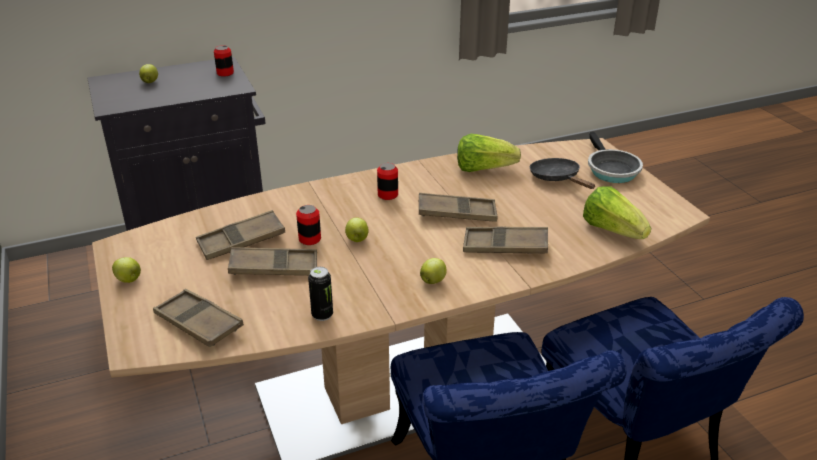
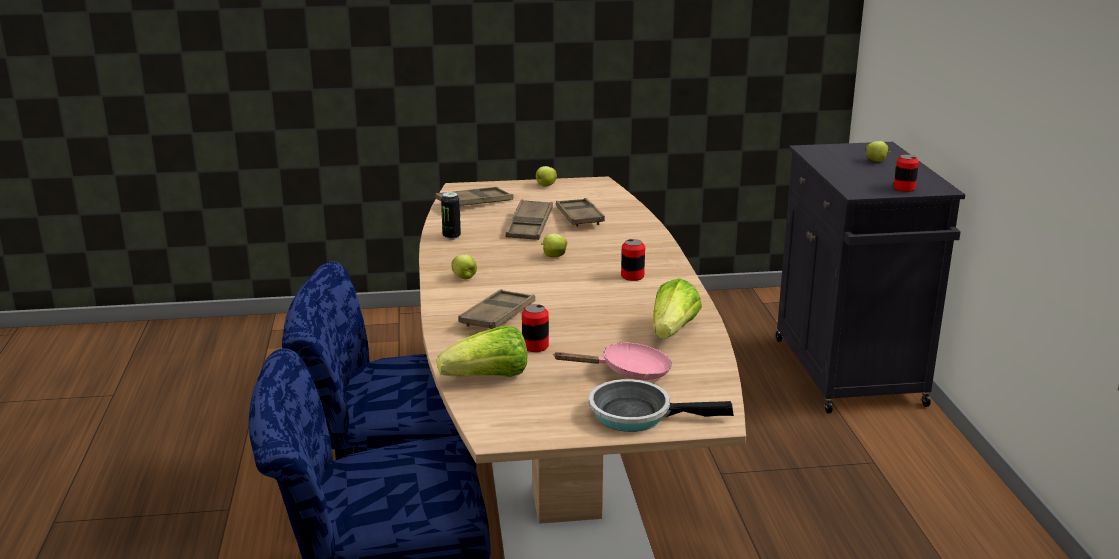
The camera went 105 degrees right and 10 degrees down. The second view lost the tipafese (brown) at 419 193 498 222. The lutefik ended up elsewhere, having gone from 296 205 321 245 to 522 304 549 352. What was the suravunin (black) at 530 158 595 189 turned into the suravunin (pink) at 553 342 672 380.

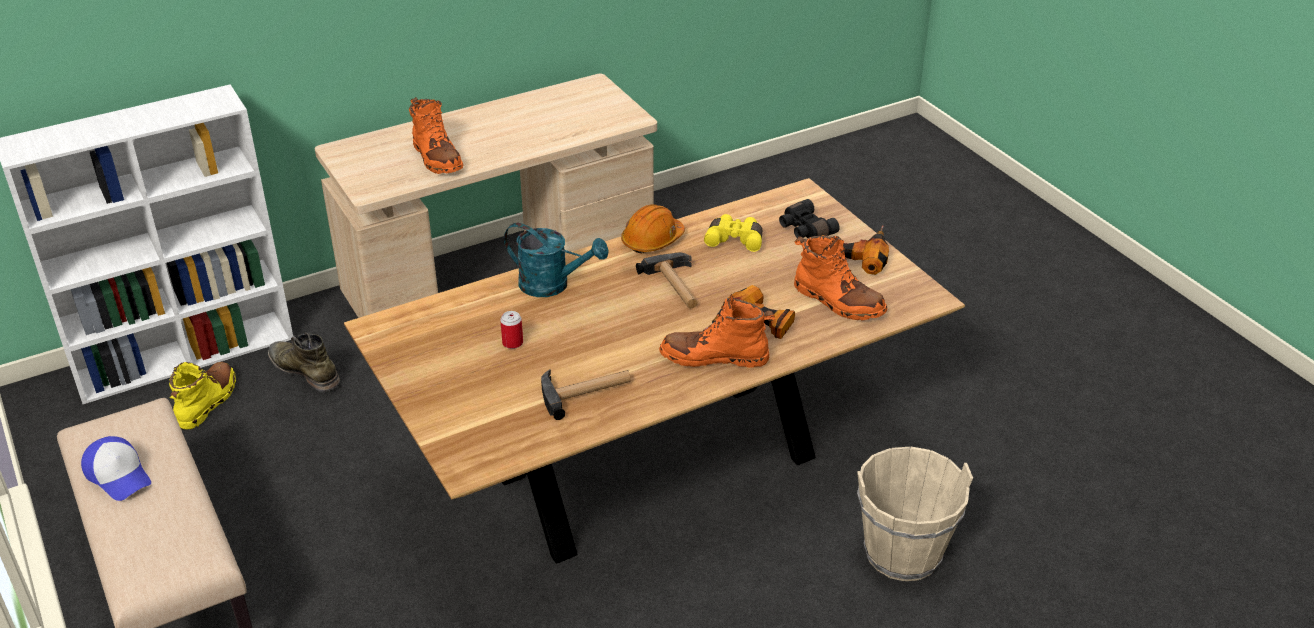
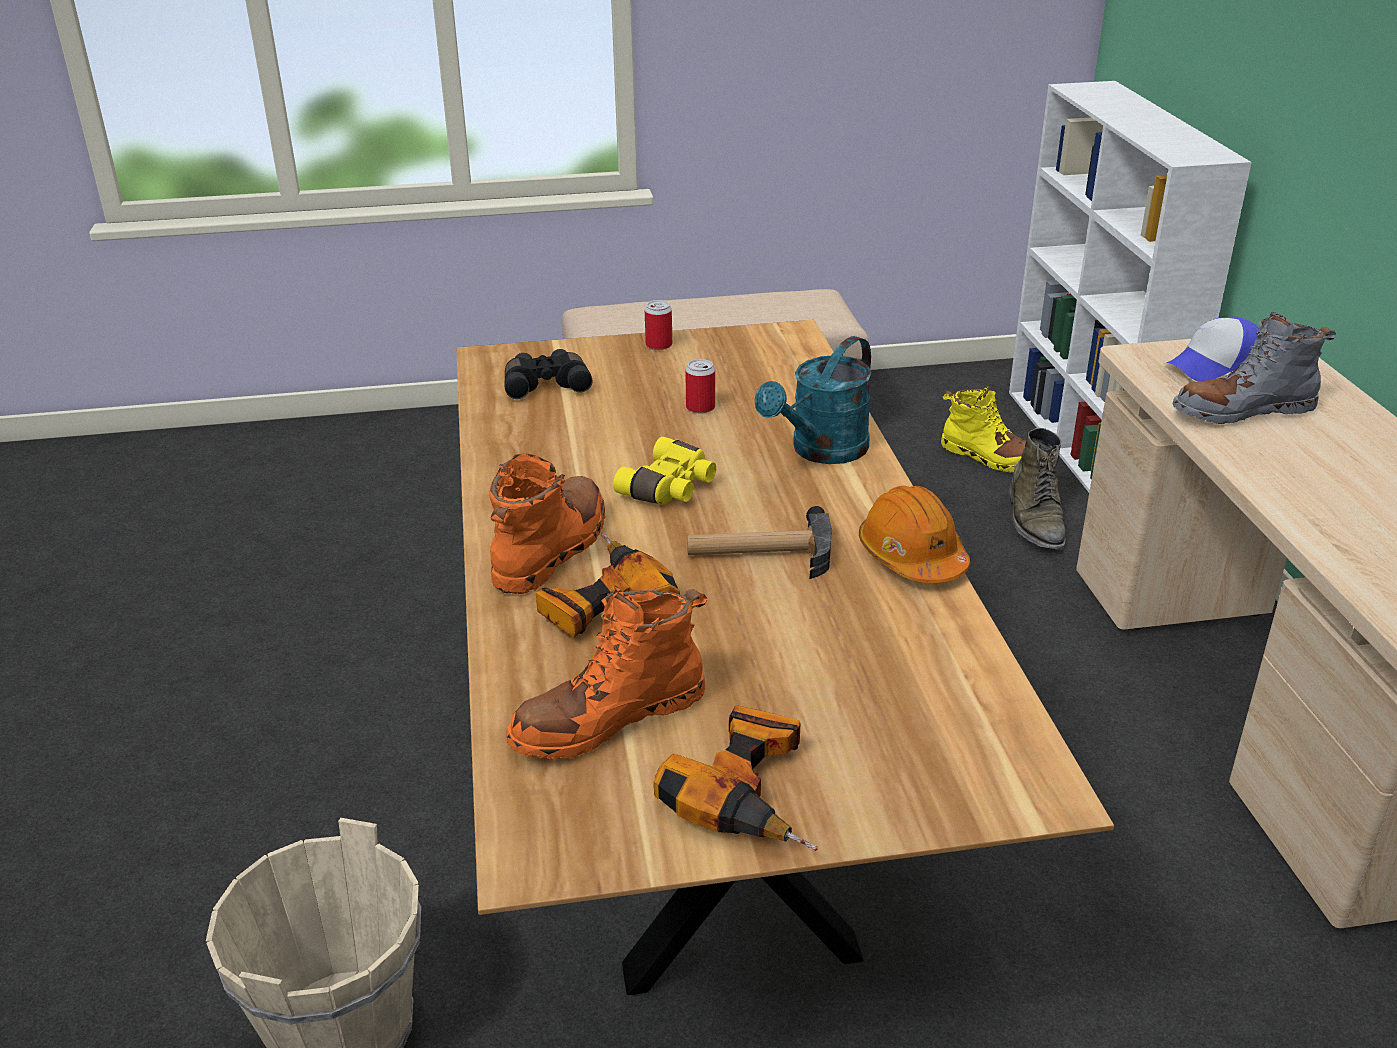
The camera went 110 degrees right and 5 degrees down. The second view lost the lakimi at 541 369 630 420. The second view gained the lutefik at 645 300 672 350. The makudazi ended up elsewhere, having gone from 81 436 151 501 to 1167 317 1259 381. The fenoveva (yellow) ended up elsewhere, having gone from 704 214 762 252 to 613 437 716 504. The fenoveva (black) ended up elsewhere, having gone from 779 199 840 238 to 504 349 592 399. What was the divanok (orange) at 409 97 463 174 turned into the divanok (grey) at 1172 312 1336 424. The divanok (green) at 268 333 340 392 ended up facing another way, 120 degrees clockwise from before.

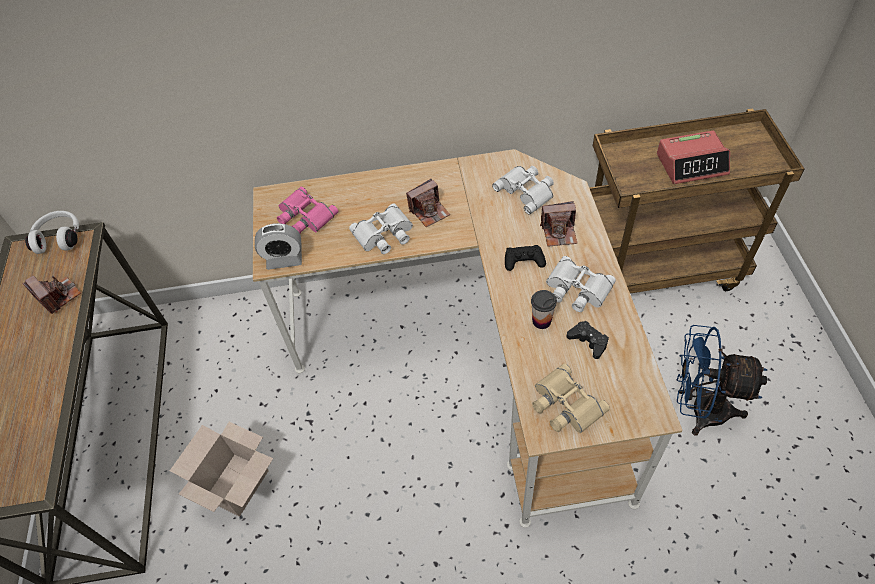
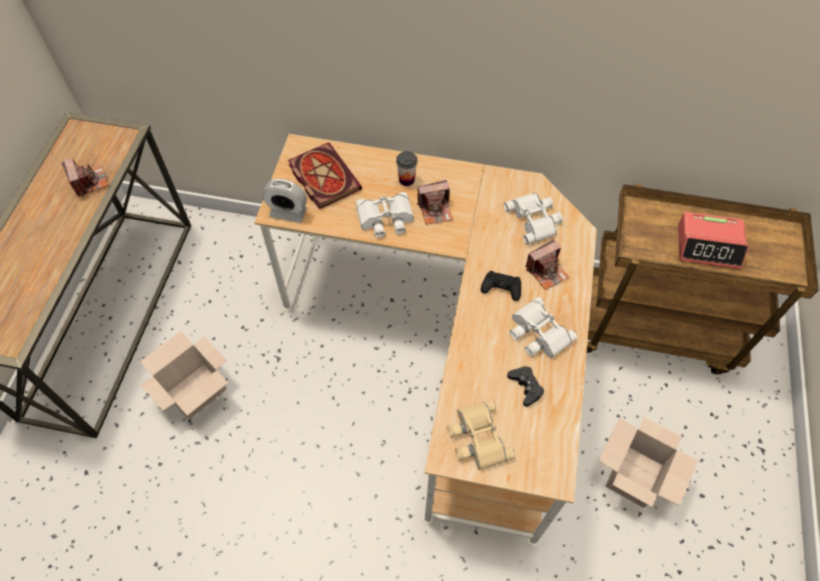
The camera went 15 degrees right and 5 degrees up. The second view lost the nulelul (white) at 25 211 79 254. The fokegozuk ended up elsewhere, having gone from 531 290 557 329 to 396 151 418 186. Where the fenoveva (pink) stood at 277 187 339 233, the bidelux came to stand at 288 142 362 209. Where the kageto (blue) stood at 677 325 767 435, the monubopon came to stand at 599 417 698 508. The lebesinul at 540 201 577 247 ended up facing another way, 45 degrees counterclockwise from before.

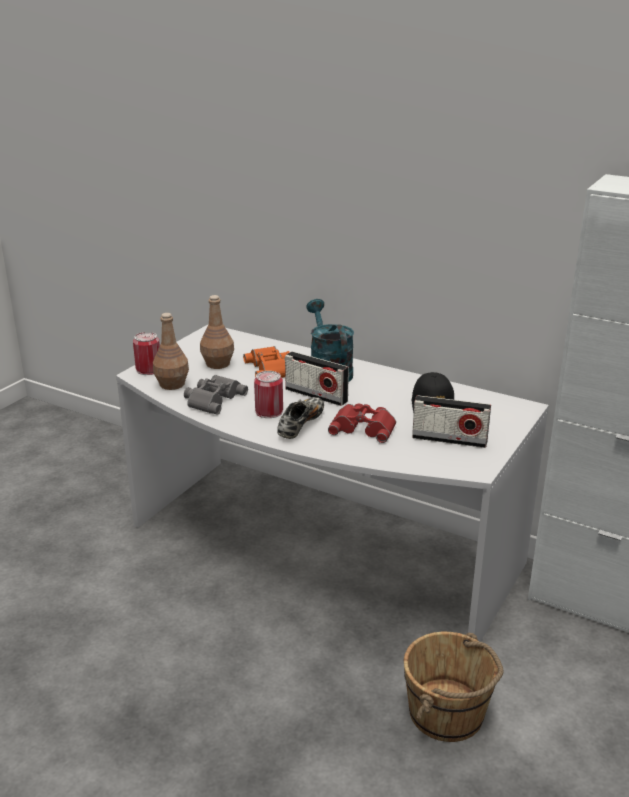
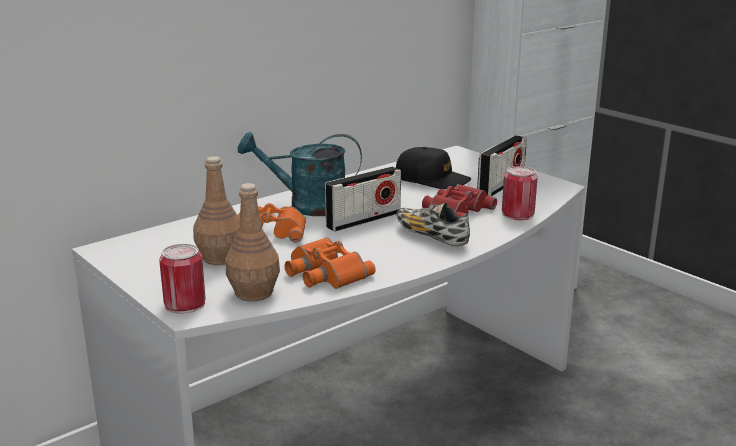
The camera went 70 degrees left and 5 degrees down. The second view lost the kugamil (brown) at 404 632 504 742. The lutefik ended up elsewhere, having gone from 254 371 283 418 to 502 166 538 220. What was the fenoveva (grey) at 184 375 248 415 turned into the fenoveva (orange) at 285 237 376 289.

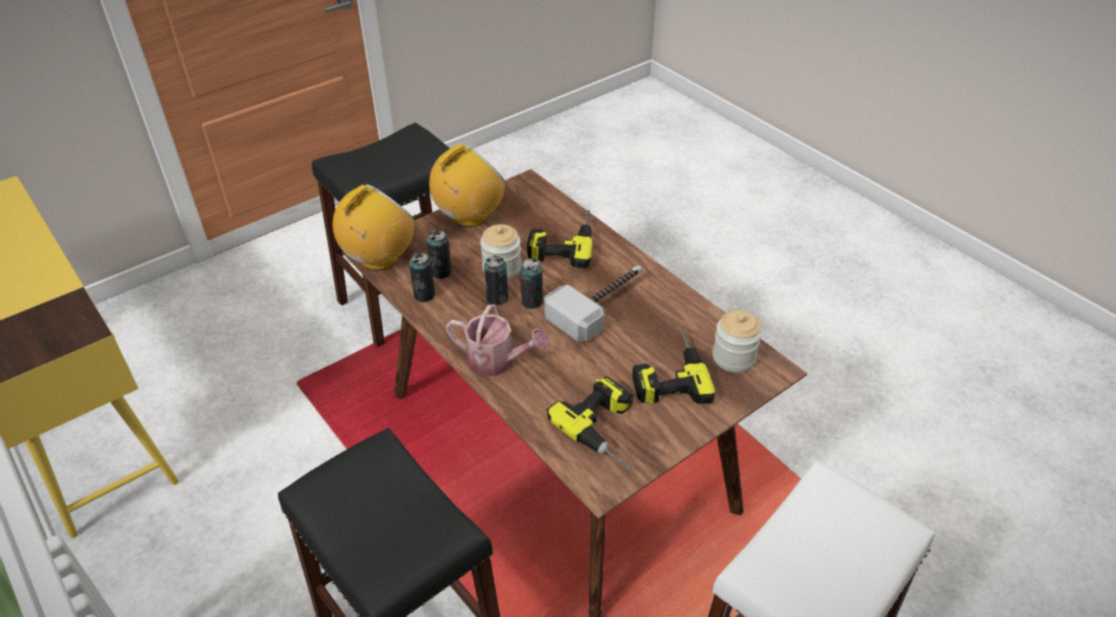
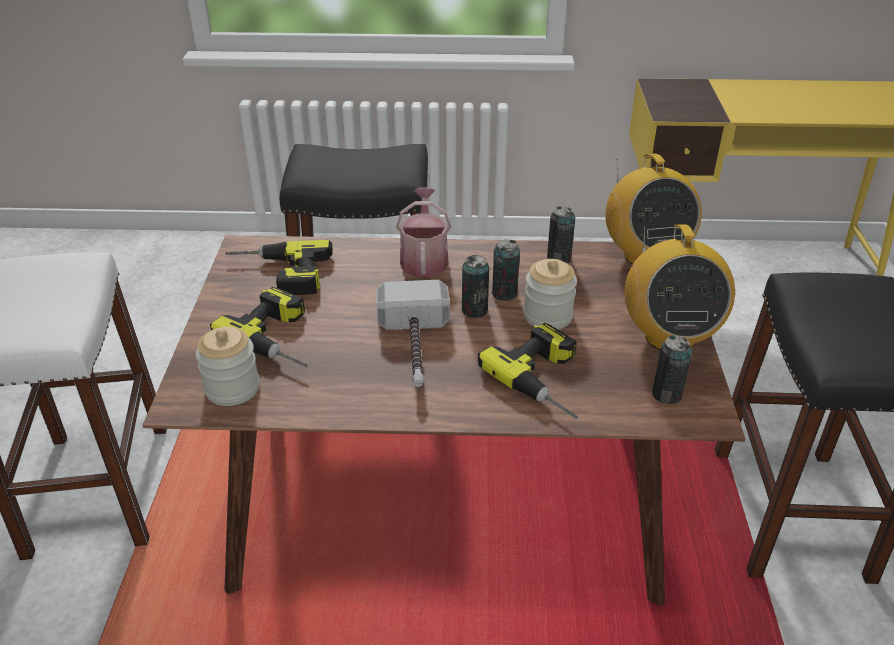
The camera went 130 degrees right and 5 degrees down. The lutefik ended up elsewhere, having gone from 427 230 452 279 to 652 335 692 404. The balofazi at 446 304 549 376 ended up facing another way, 120 degrees clockwise from before.

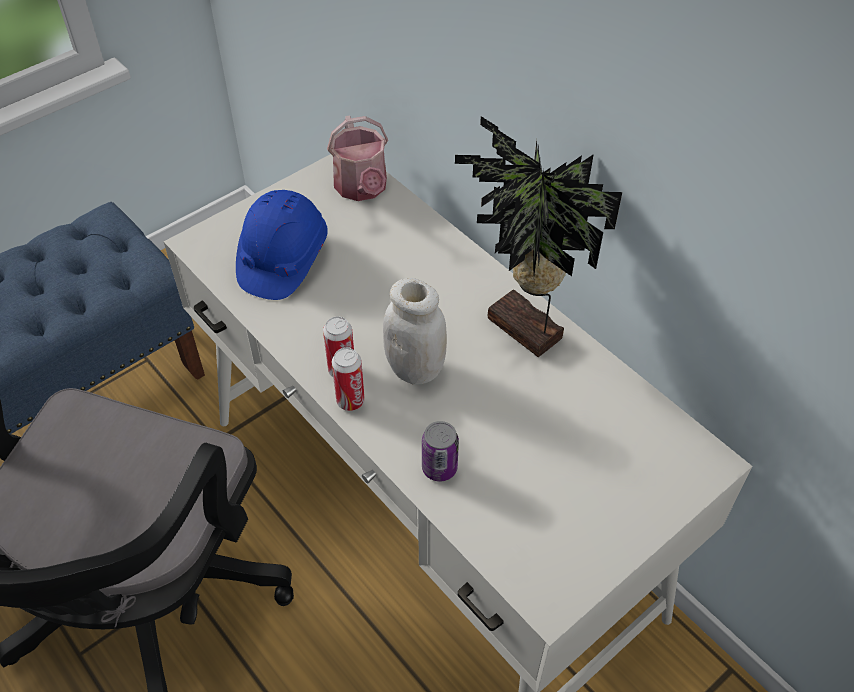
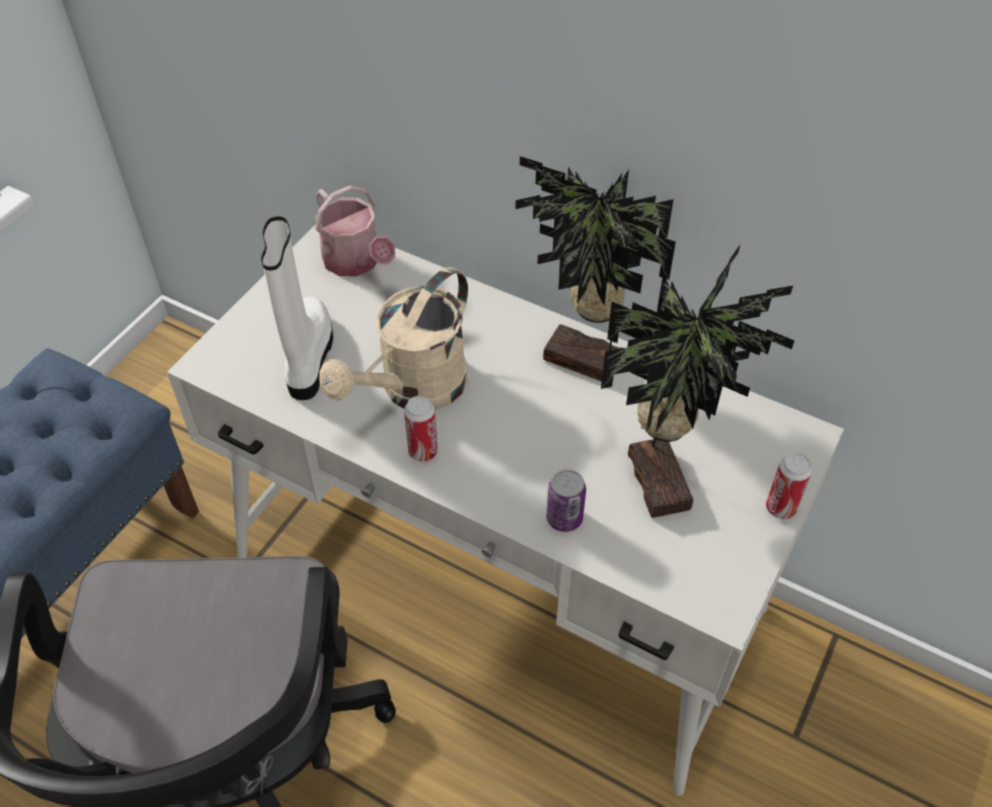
The camera went 20 degrees left and 0 degrees up. The second view lost the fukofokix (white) at 383 278 447 384. The second view gained the balofazi (beige) at 319 267 468 410. The second view gained the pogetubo at 601 245 794 518. The lutefik ended up elsewhere, having gone from 332 348 365 411 to 766 453 812 519. Where the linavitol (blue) stood at 236 190 328 300, the divanok (white) came to stand at 261 216 333 400.

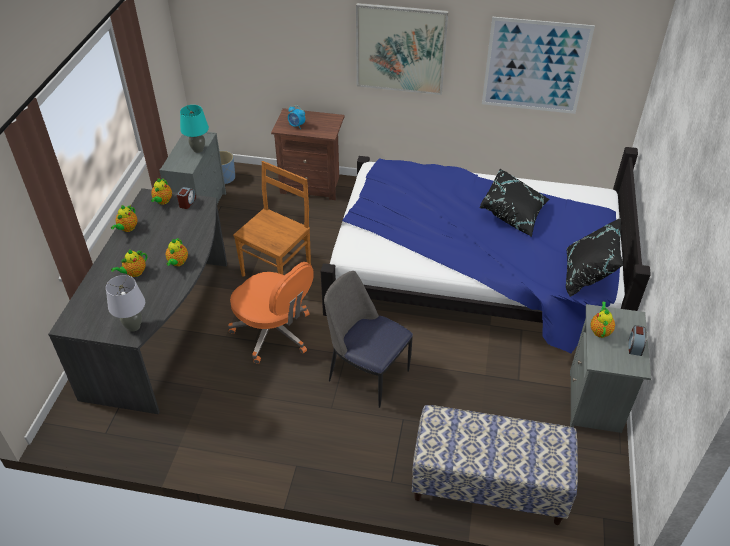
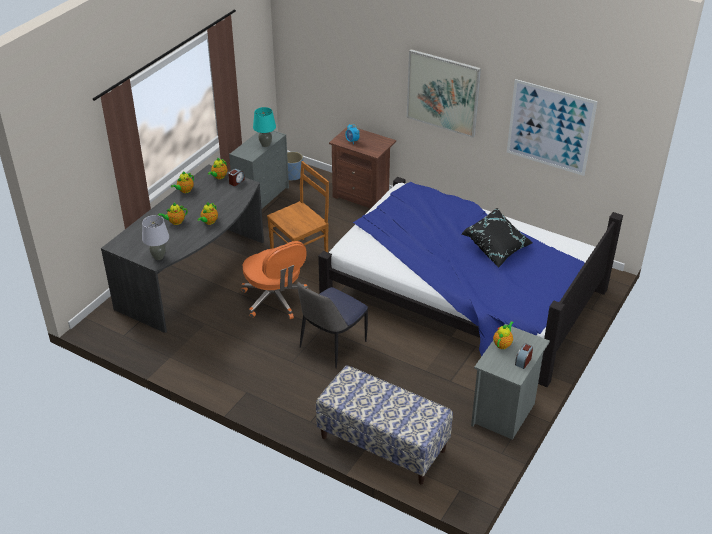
The camera went 20 degrees right and 5 degrees down. The second view lost the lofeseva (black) at 566 218 623 297. The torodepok at 324 271 413 408 ended up facing another way, 105 degrees counterclockwise from before.

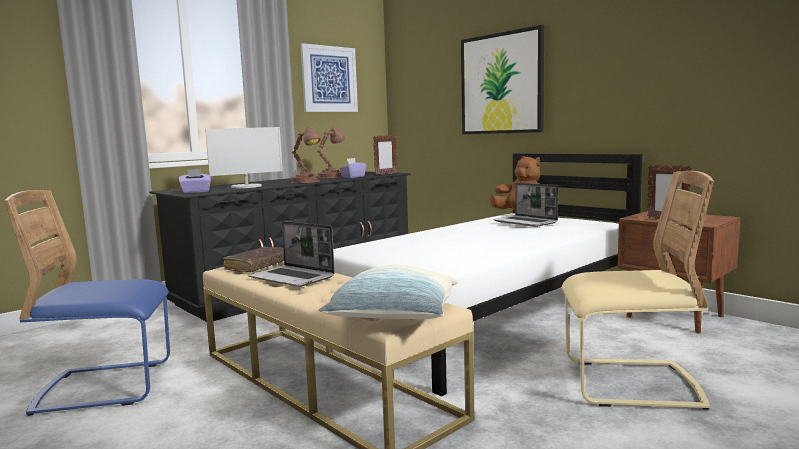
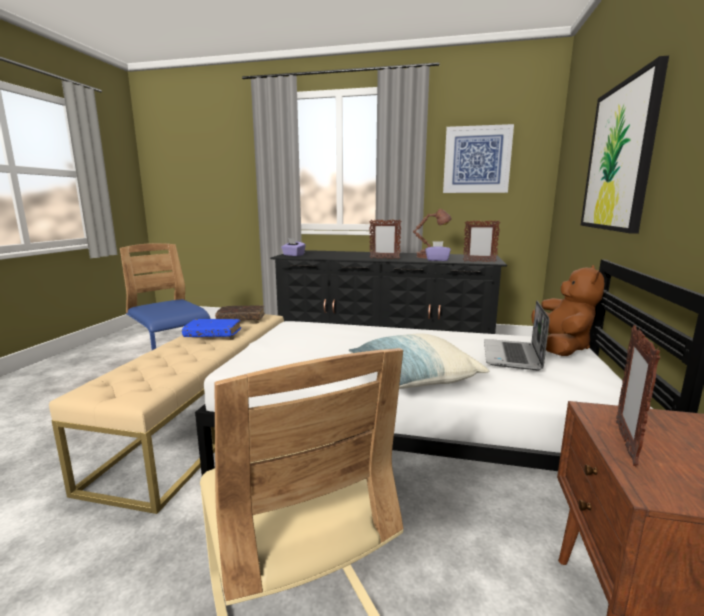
The camera went 55 degrees right and 5 degrees up. The second view lost the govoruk at 205 127 283 188. The lofeseva ended up elsewhere, having gone from 319 265 459 319 to 349 333 489 389. Where the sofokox stood at 248 221 335 287, the bidelux (blue) came to stand at 182 319 241 337. Where the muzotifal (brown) stood at 291 126 321 183, the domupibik came to stand at 369 219 401 259.

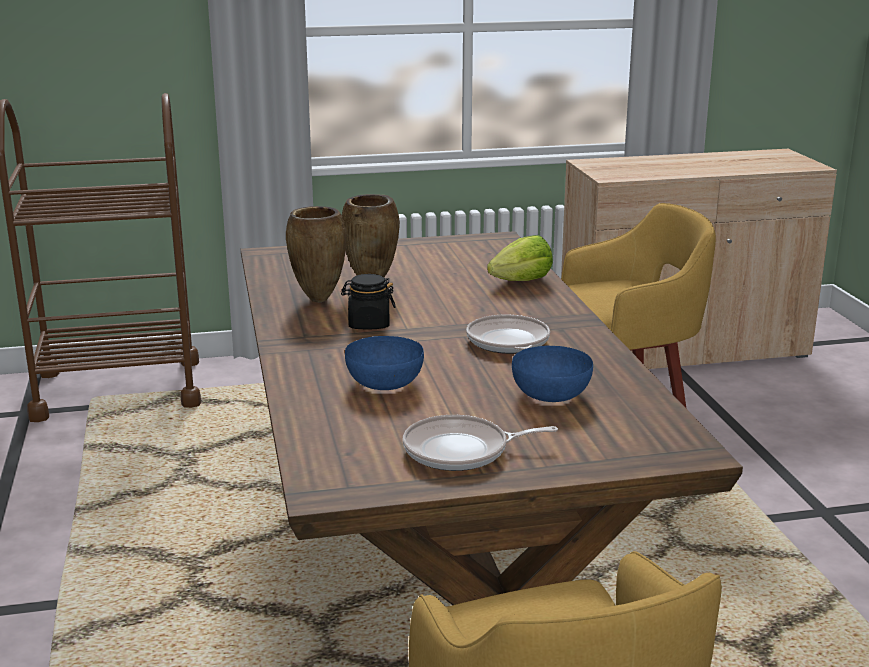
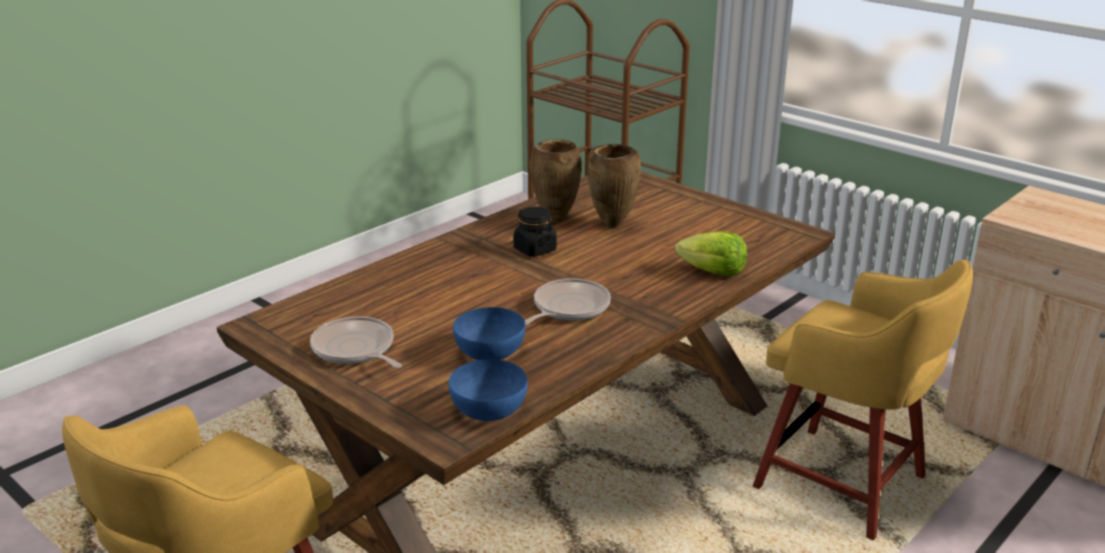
The camera went 55 degrees right and 5 degrees up. The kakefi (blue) ended up elsewhere, having gone from 345 336 424 390 to 449 359 528 421.

